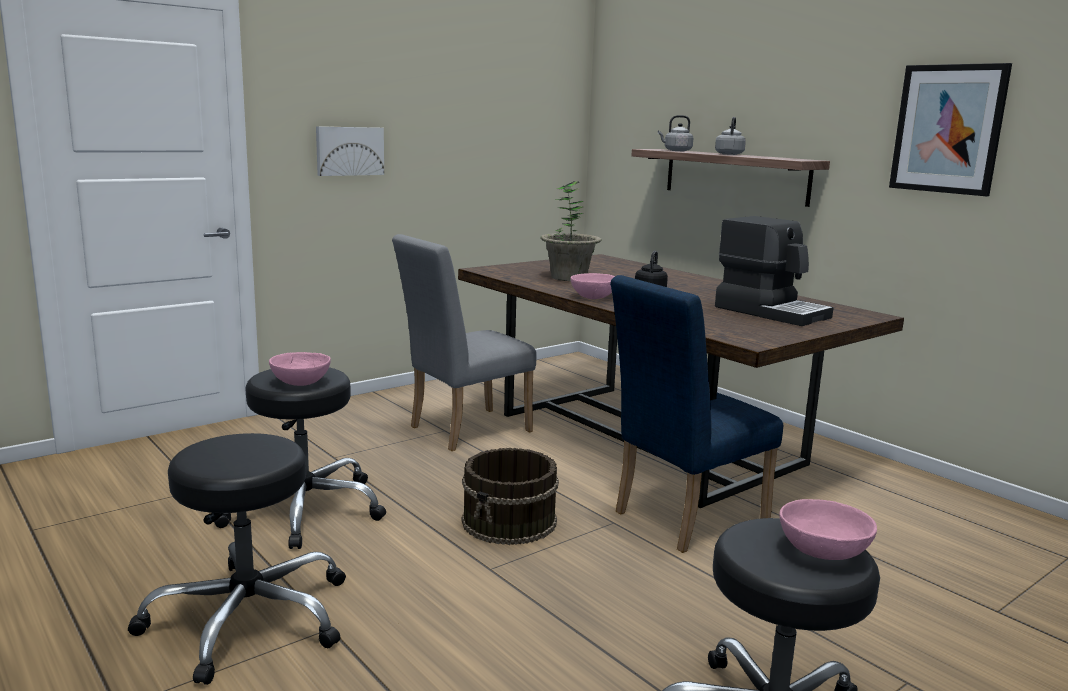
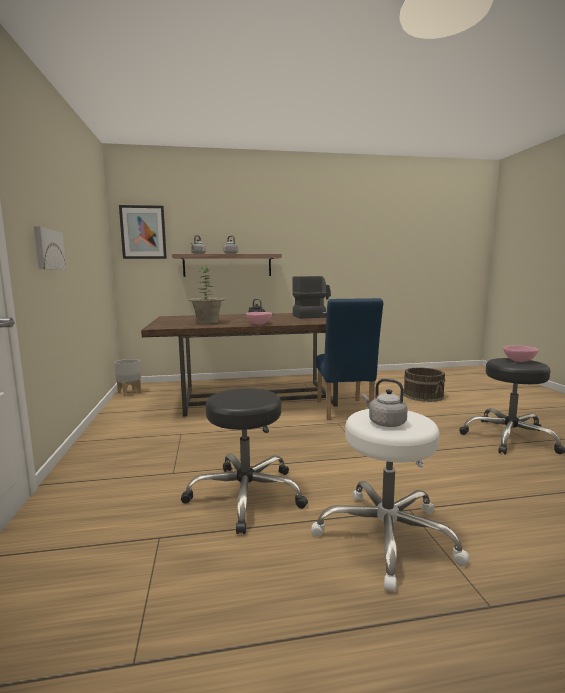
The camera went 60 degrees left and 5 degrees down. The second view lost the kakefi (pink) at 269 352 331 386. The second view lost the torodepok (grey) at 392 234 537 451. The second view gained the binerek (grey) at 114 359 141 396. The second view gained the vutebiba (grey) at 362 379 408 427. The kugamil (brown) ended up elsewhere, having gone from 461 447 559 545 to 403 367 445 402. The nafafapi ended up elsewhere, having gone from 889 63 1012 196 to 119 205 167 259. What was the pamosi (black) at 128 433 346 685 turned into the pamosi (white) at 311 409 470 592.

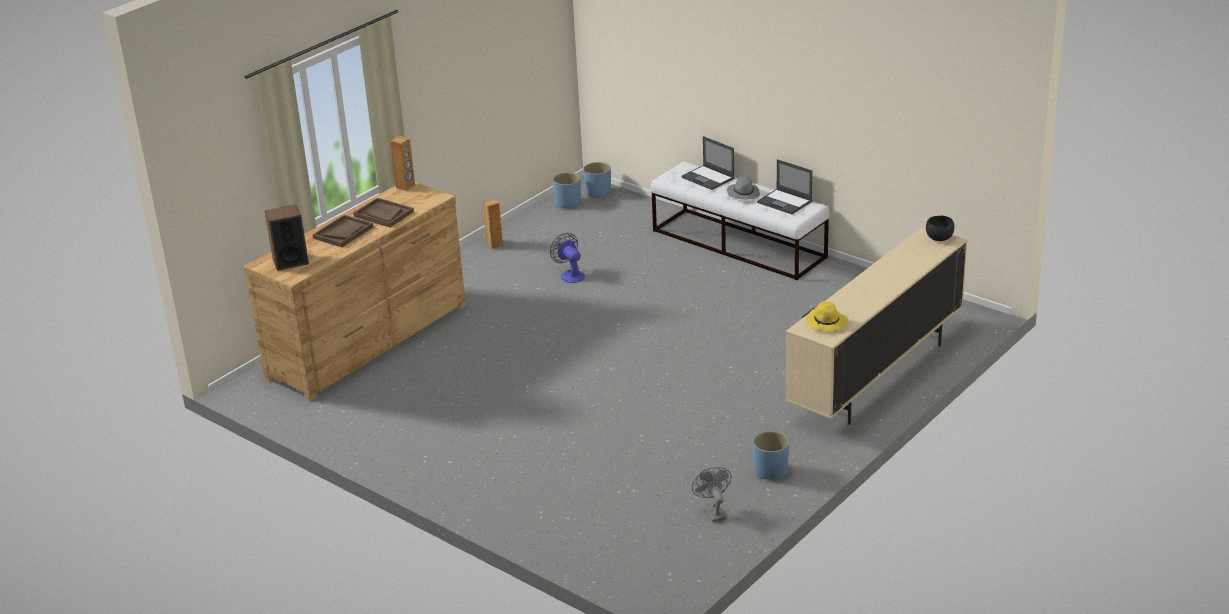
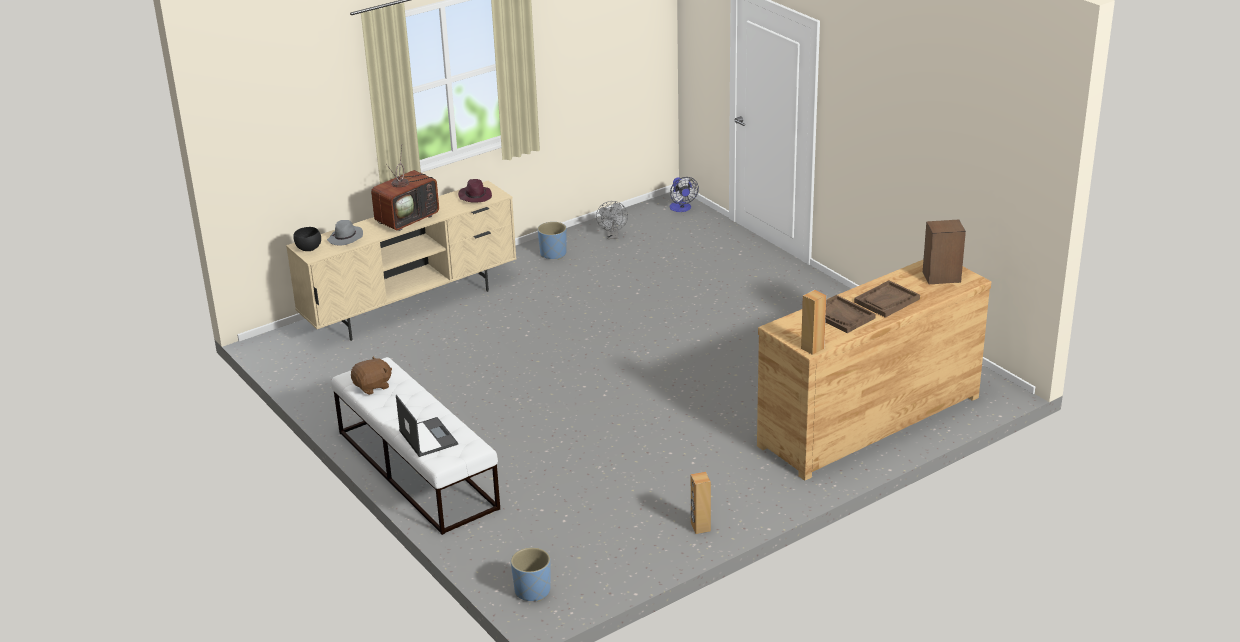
The camera went 165 degrees left and 0 degrees up. The second view lost the binerek (blue) at 553 172 581 209. The second view gained the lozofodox at 371 144 439 231. The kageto ended up elsewhere, having gone from 550 233 585 283 to 670 177 699 212. The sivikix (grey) ended up elsewhere, having gone from 727 176 760 200 to 327 220 363 246. Where the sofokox stood at 757 159 812 215, the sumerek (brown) came to stand at 351 356 392 395. What was the sivikix (yellow) at 806 301 848 332 turned into the sivikix (purple) at 458 179 492 203.

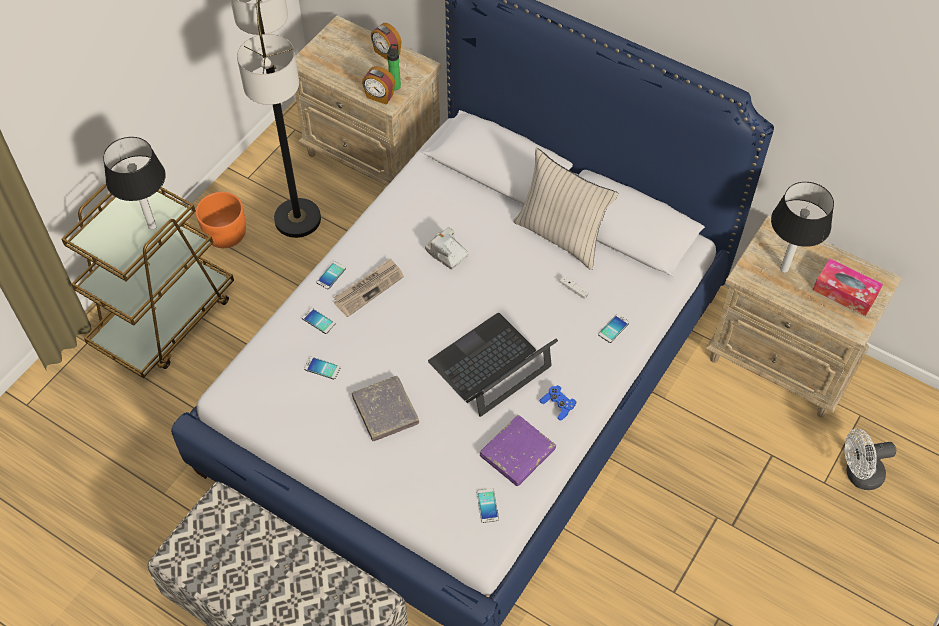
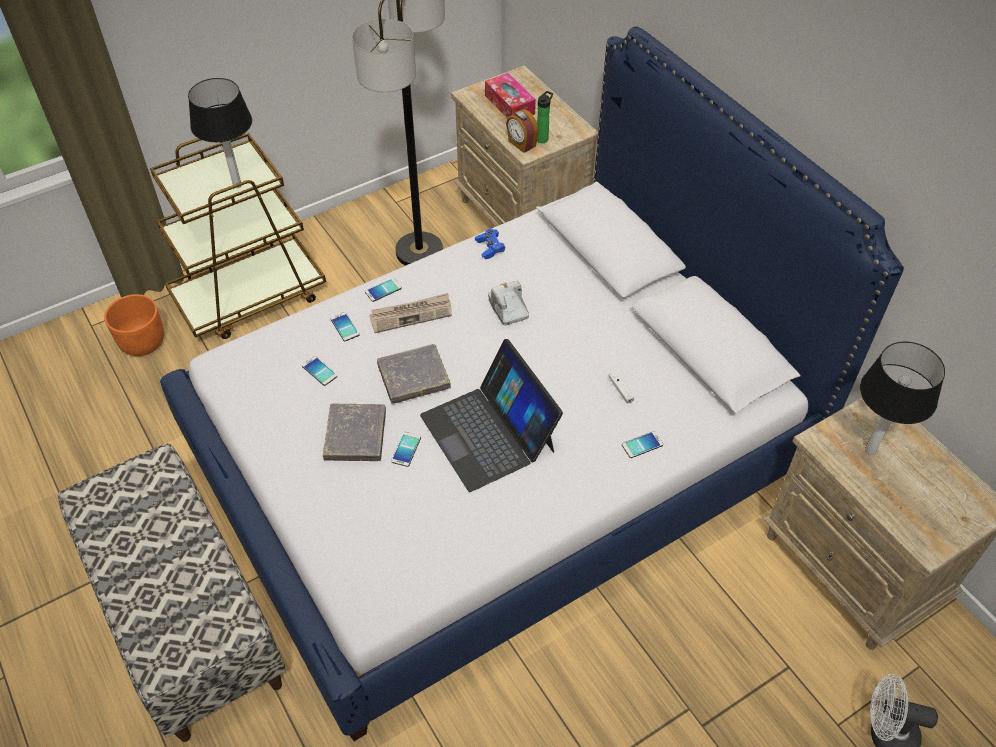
The camera went 25 degrees right and 5 degrees down. The second view lost the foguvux at 371 23 401 60. The second view lost the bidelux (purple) at 480 415 556 486. The second view lost the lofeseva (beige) at 513 148 619 270. The second view gained the bidelux (grey) at 377 344 451 404. The binerek (orange) ended up elsewhere, having gone from 196 192 246 248 to 104 294 164 356. The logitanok ended up elsewhere, having gone from 477 488 499 523 to 391 432 421 467. The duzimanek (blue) ended up elsewhere, having gone from 540 385 577 421 to 475 229 505 259. The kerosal ended up elsewhere, having gone from 813 259 883 316 to 485 73 536 118. The sofokox at 428 313 558 417 ended up facing another way, 105 degrees counterclockwise from before.

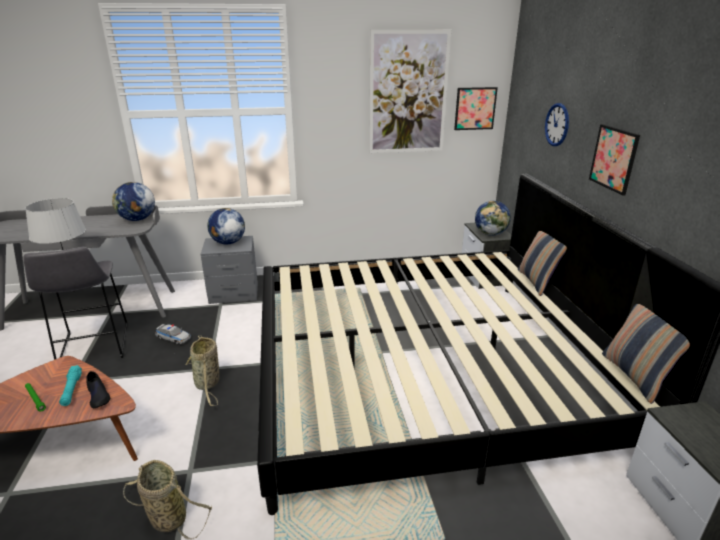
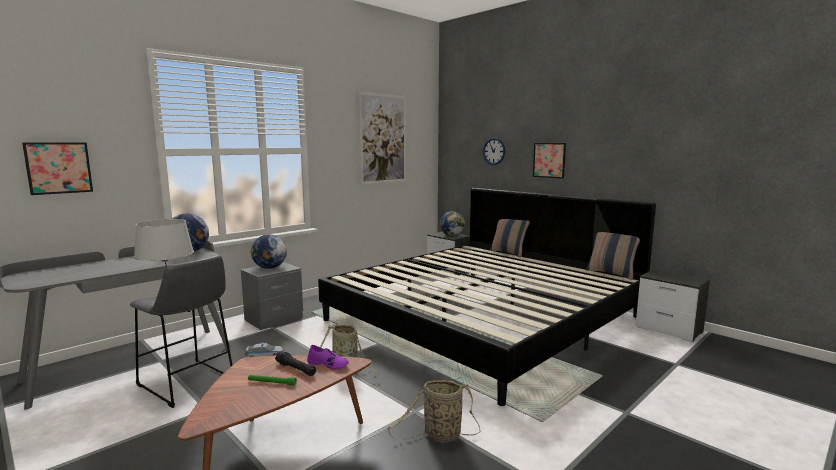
The camera went 35 degrees left and 15 degrees down. The nafafapi ended up elsewhere, having gone from 454 87 498 130 to 22 142 93 195. What was the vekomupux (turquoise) at 59 365 82 406 turned into the vekomupux (black) at 275 351 316 376. What was the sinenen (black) at 86 371 110 408 turned into the sinenen (purple) at 307 345 349 370.

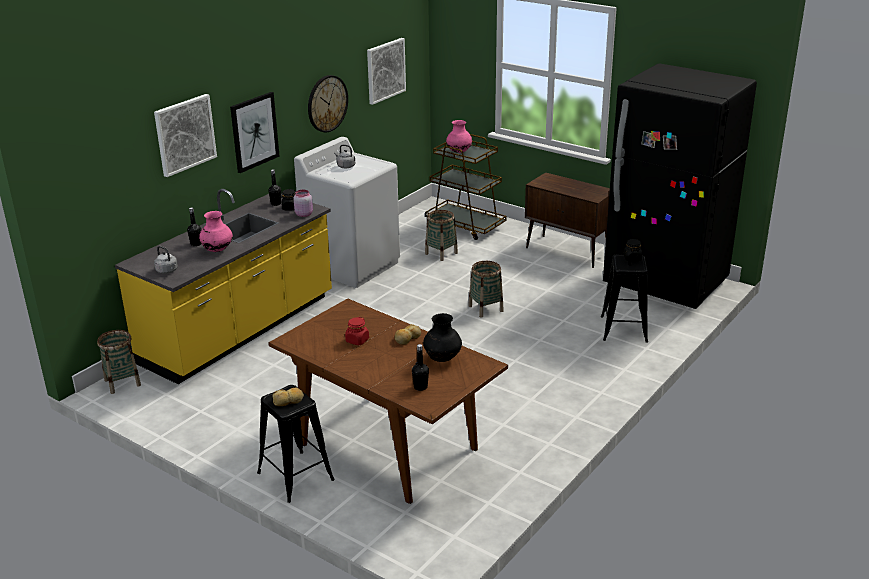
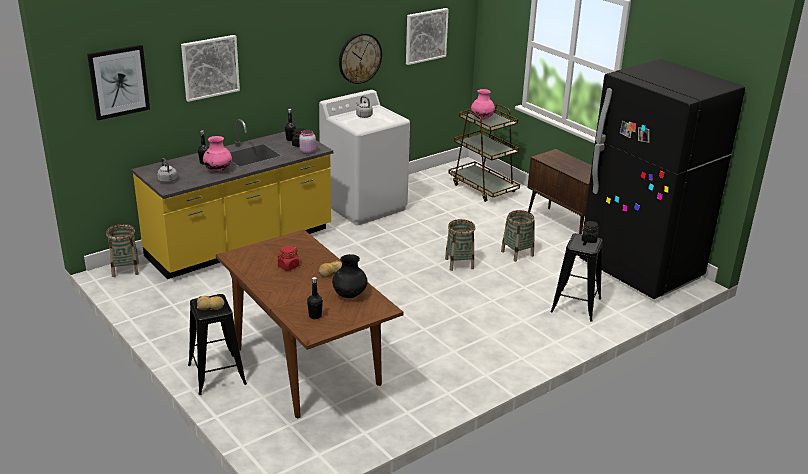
The camera went 15 degrees right and 0 degrees up. The nafafapi ended up elsewhere, having gone from 230 92 280 173 to 87 45 150 120. The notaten ended up elsewhere, having gone from 425 210 458 261 to 501 210 535 262.

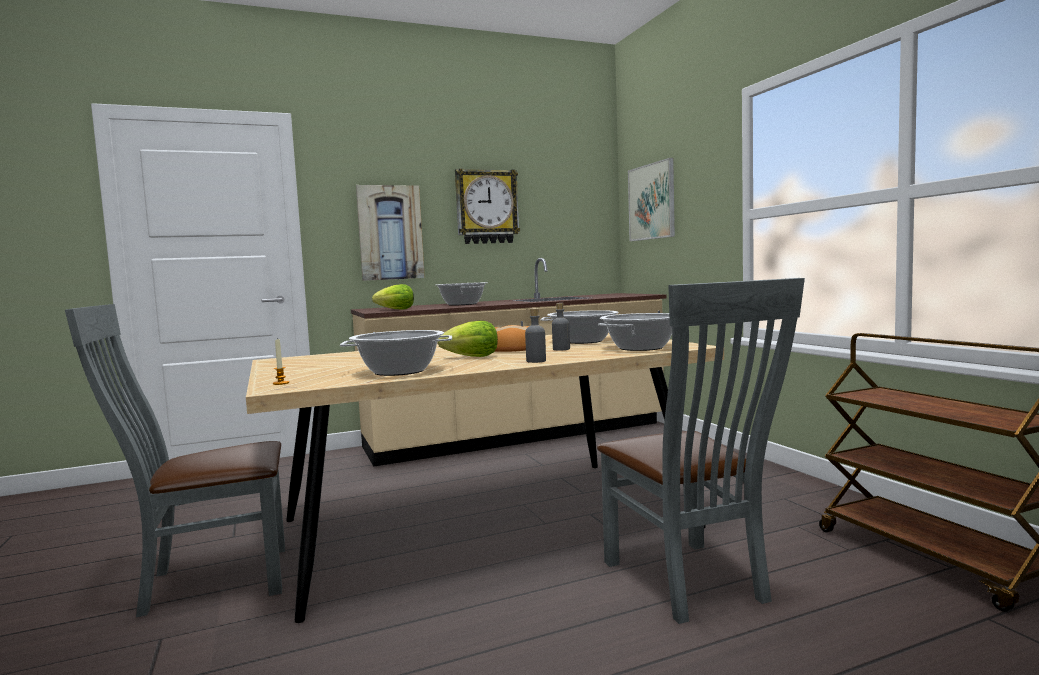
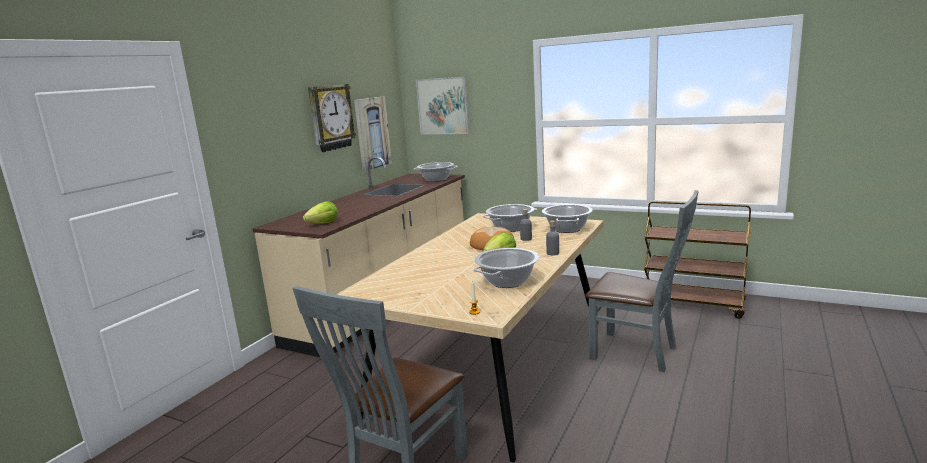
The camera went 40 degrees left and 10 degrees up. The nafafapi ended up elsewhere, having gone from 356 185 425 281 to 354 96 392 171. The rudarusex ended up elsewhere, having gone from 435 282 488 306 to 414 162 458 182.

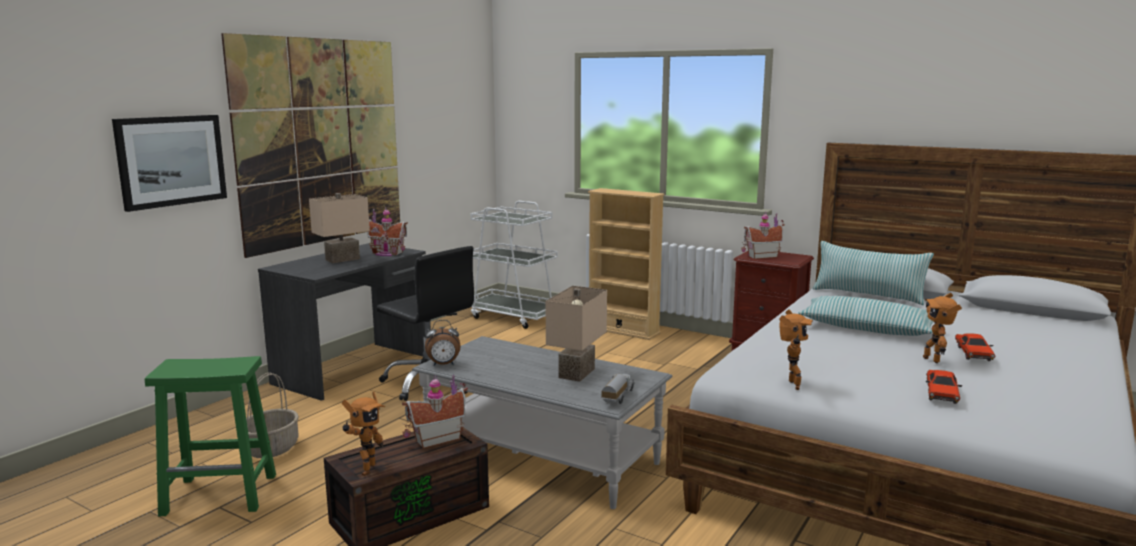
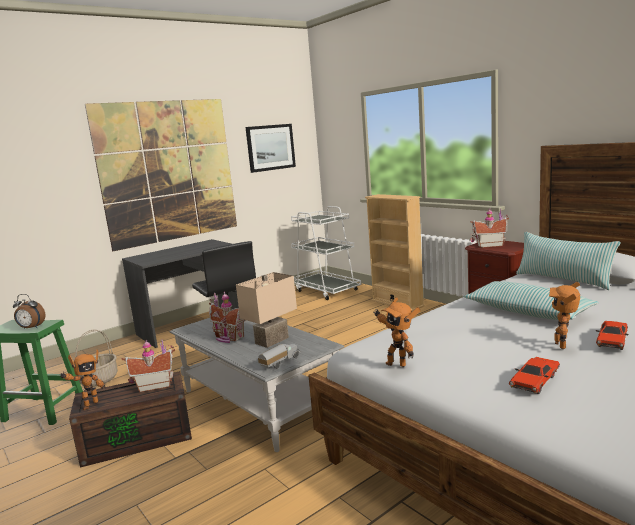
The camera went 20 degrees right and 0 degrees up. The second view lost the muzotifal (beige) at 309 193 370 263. The nafafapi ended up elsewhere, having gone from 112 115 227 212 to 245 124 296 173. The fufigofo ended up elsewhere, having gone from 367 207 408 256 to 209 292 247 343. The foguvux ended up elsewhere, having gone from 425 320 461 366 to 13 294 46 329. The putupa at 779 309 813 390 ended up facing another way, 105 degrees clockwise from before.

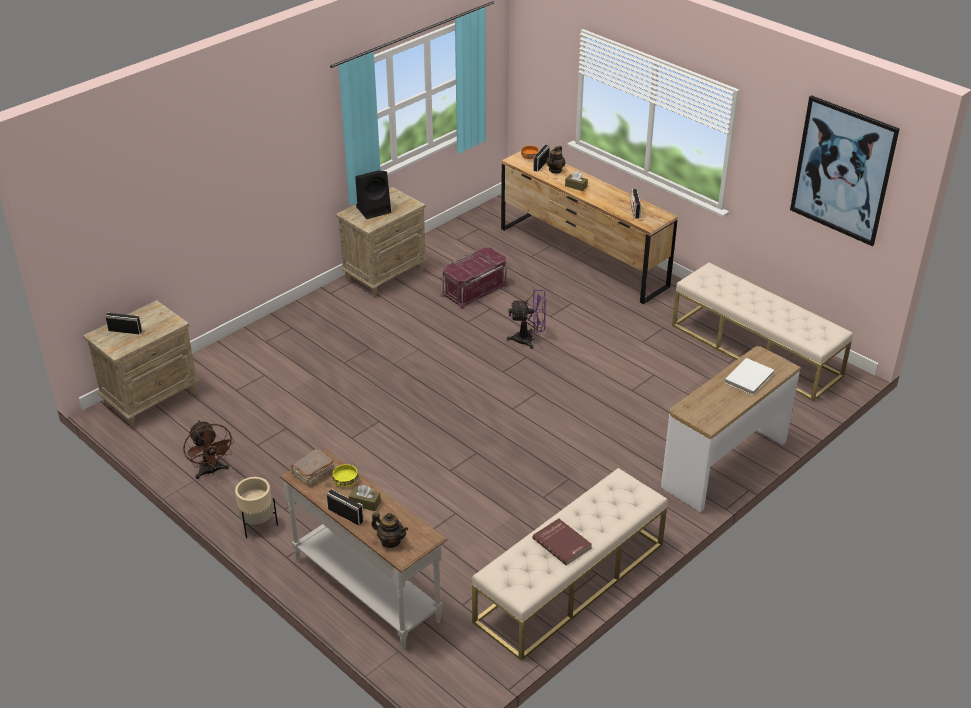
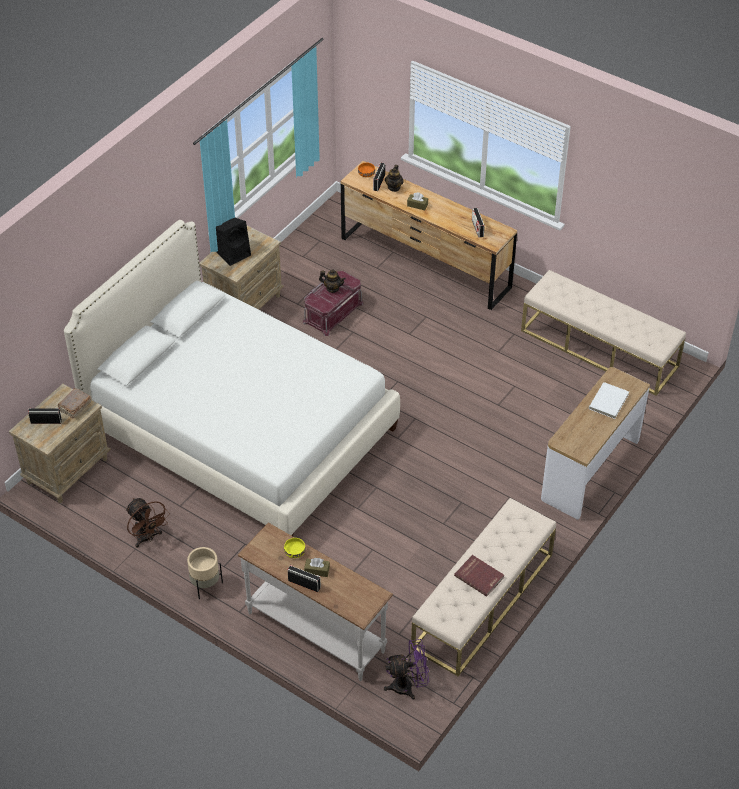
The camera went 10 degrees left and 10 degrees up. The second view lost the nafafapi at 790 95 900 246. The second view gained the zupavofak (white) at 64 220 400 536. The bidelux (brown) ended up elsewhere, having gone from 291 449 335 486 to 58 388 91 419. The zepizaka ended up elsewhere, having gone from 371 512 408 548 to 319 269 346 293. The kageto (purple) ended up elsewhere, having gone from 507 289 546 349 to 384 639 429 700.

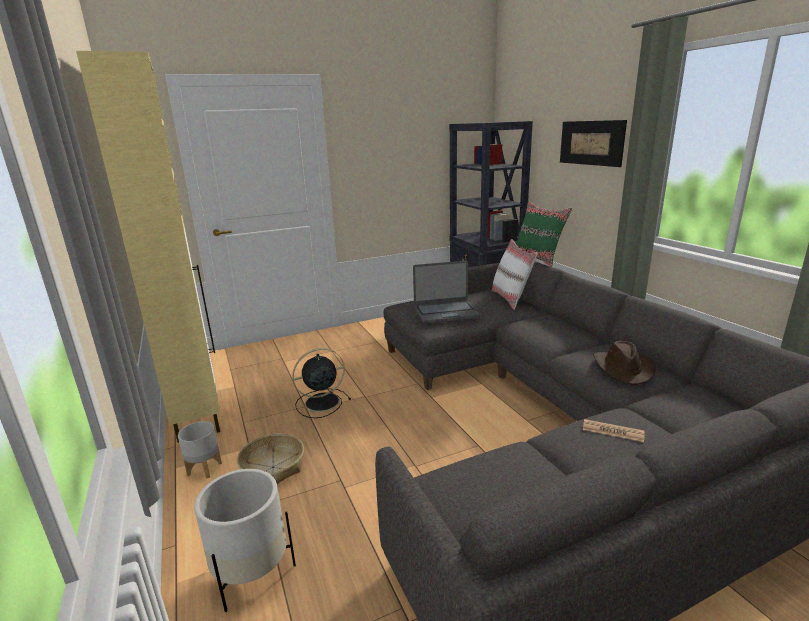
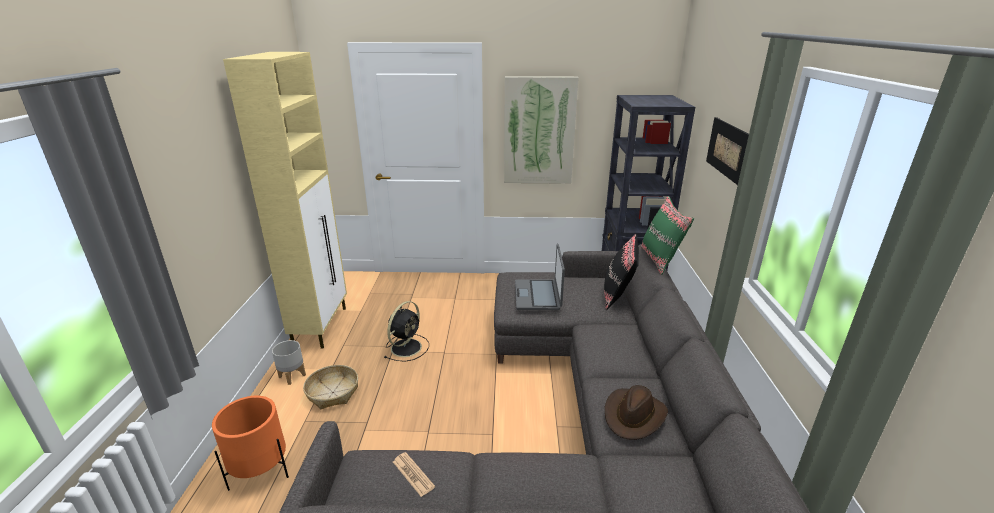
The camera went 25 degrees right and 5 degrees up. The second view gained the nafafapi at 504 76 579 184. The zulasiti ended up elsewhere, having gone from 583 419 644 442 to 393 452 435 497. What was the binerek (white) at 194 469 296 612 turned into the binerek (orange) at 212 396 289 491. What was the lofeseva (white) at 492 239 538 310 turned into the lofeseva (black) at 604 234 639 310. The kageto (black) at 292 348 351 418 ended up facing another way, 120 degrees clockwise from before. The sofokox at 413 261 480 324 ended up facing another way, 75 degrees clockwise from before.

